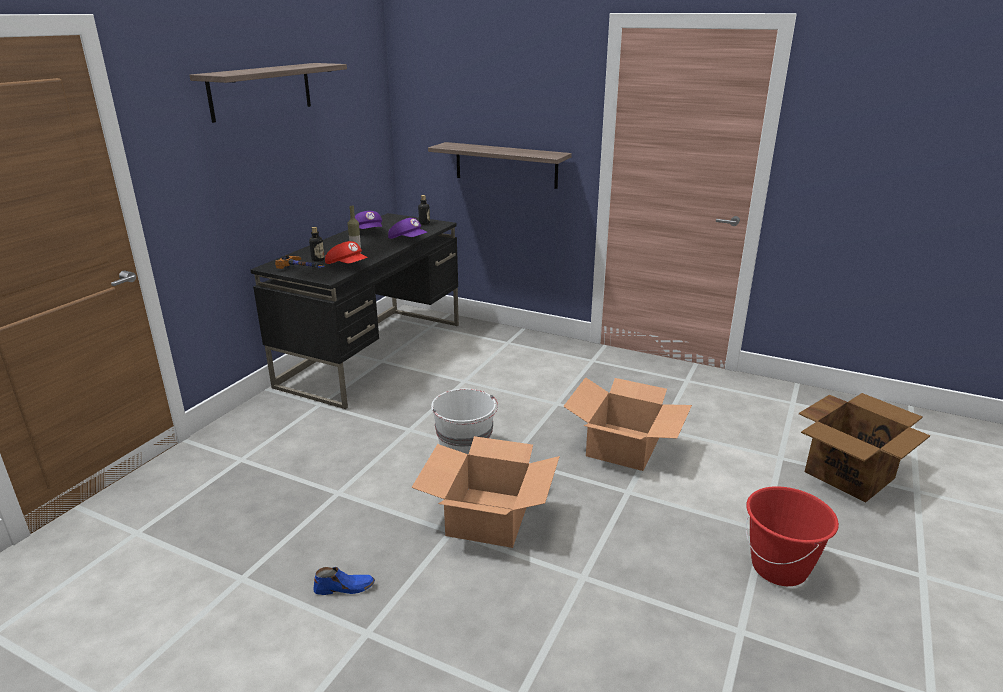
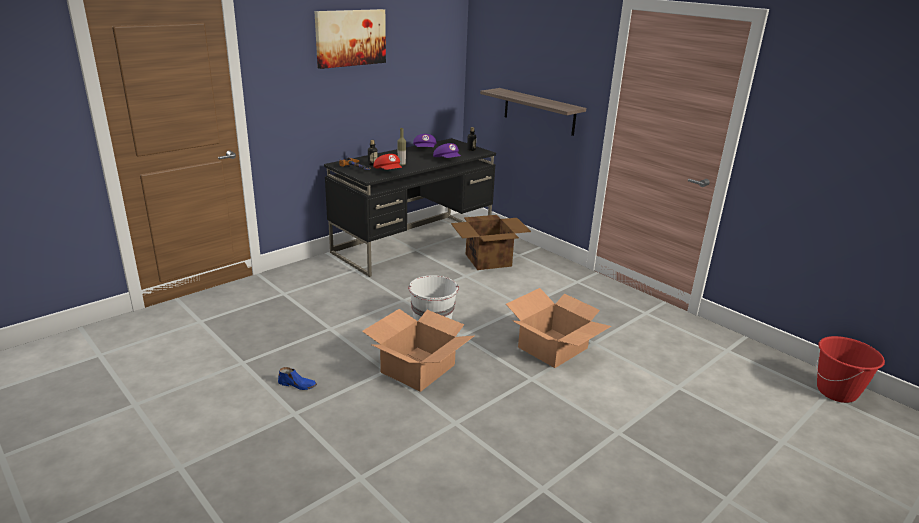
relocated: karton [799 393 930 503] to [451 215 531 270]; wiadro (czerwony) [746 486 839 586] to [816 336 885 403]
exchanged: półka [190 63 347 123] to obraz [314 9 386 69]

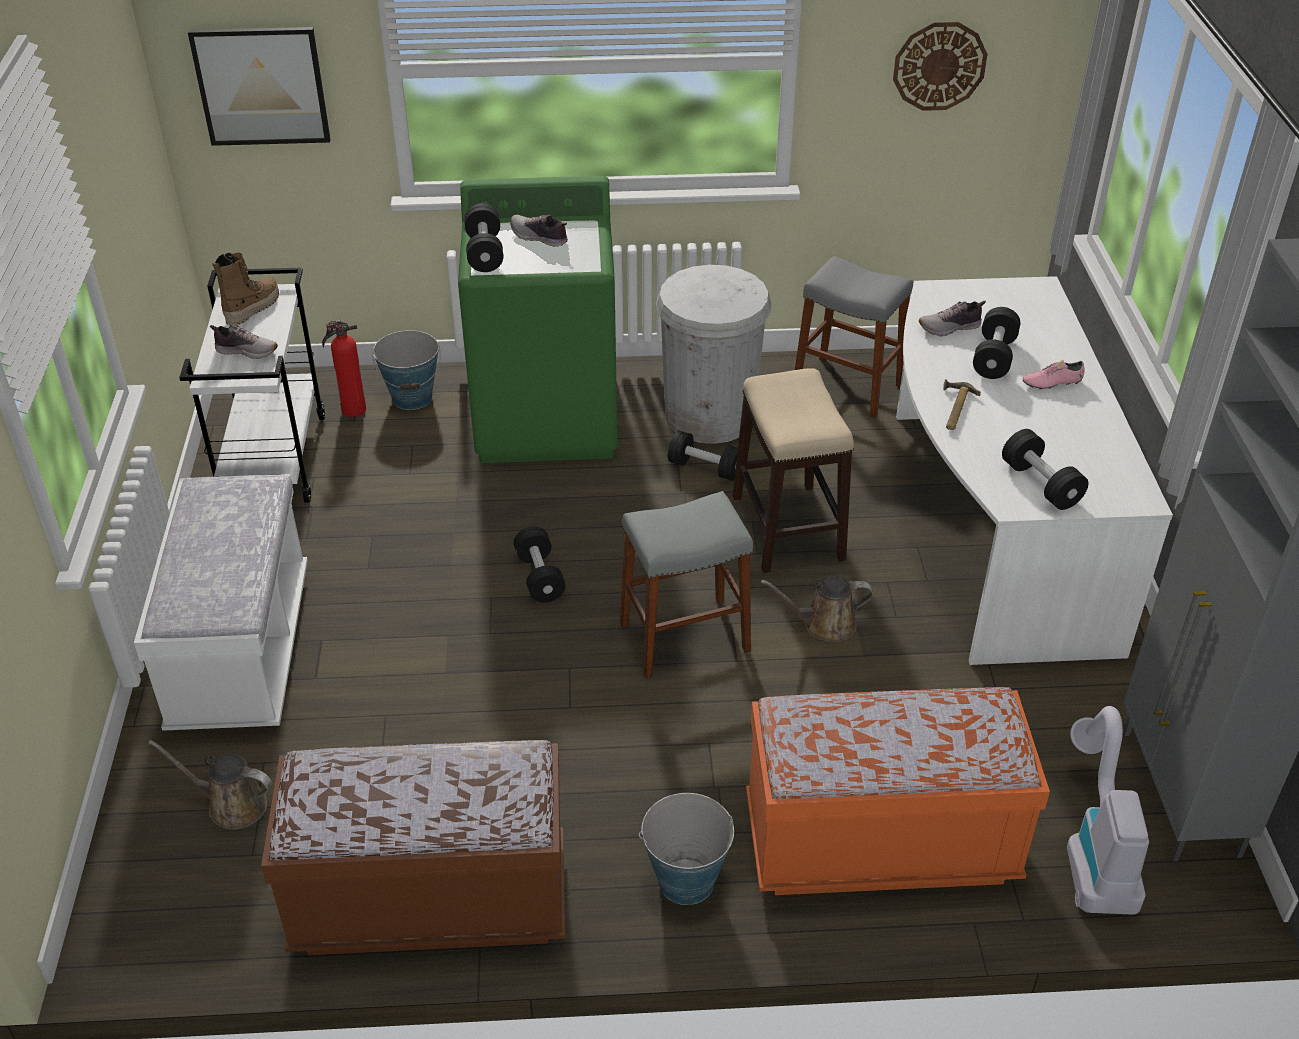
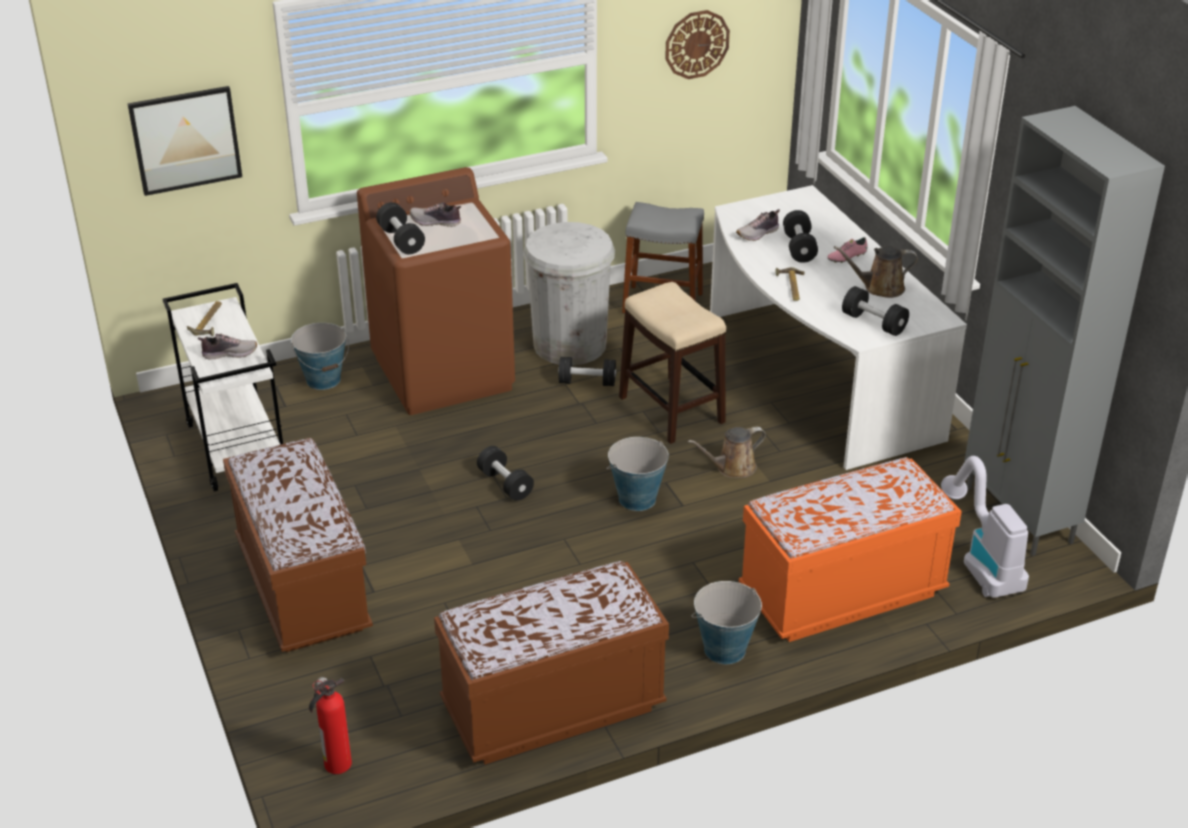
relocated: gaśnica [322 319 366 417] to [309 677 352 774]; konewka (brązowy) [148 740 272 830] to [834 246 918 298]
exchanged: but z cholewką [212 253 279 326] to młotek [187 301 222 336]; stołek (szary) [620 491 753 678] to wiadro [606 437 669 511]
colour: ławka (biały) [134 474 308 731] to ławka (brązowy) [223 438 373 652]; pralka (zielony) [458 176 618 463] to pralka (brązowy) [357 167 515 415]

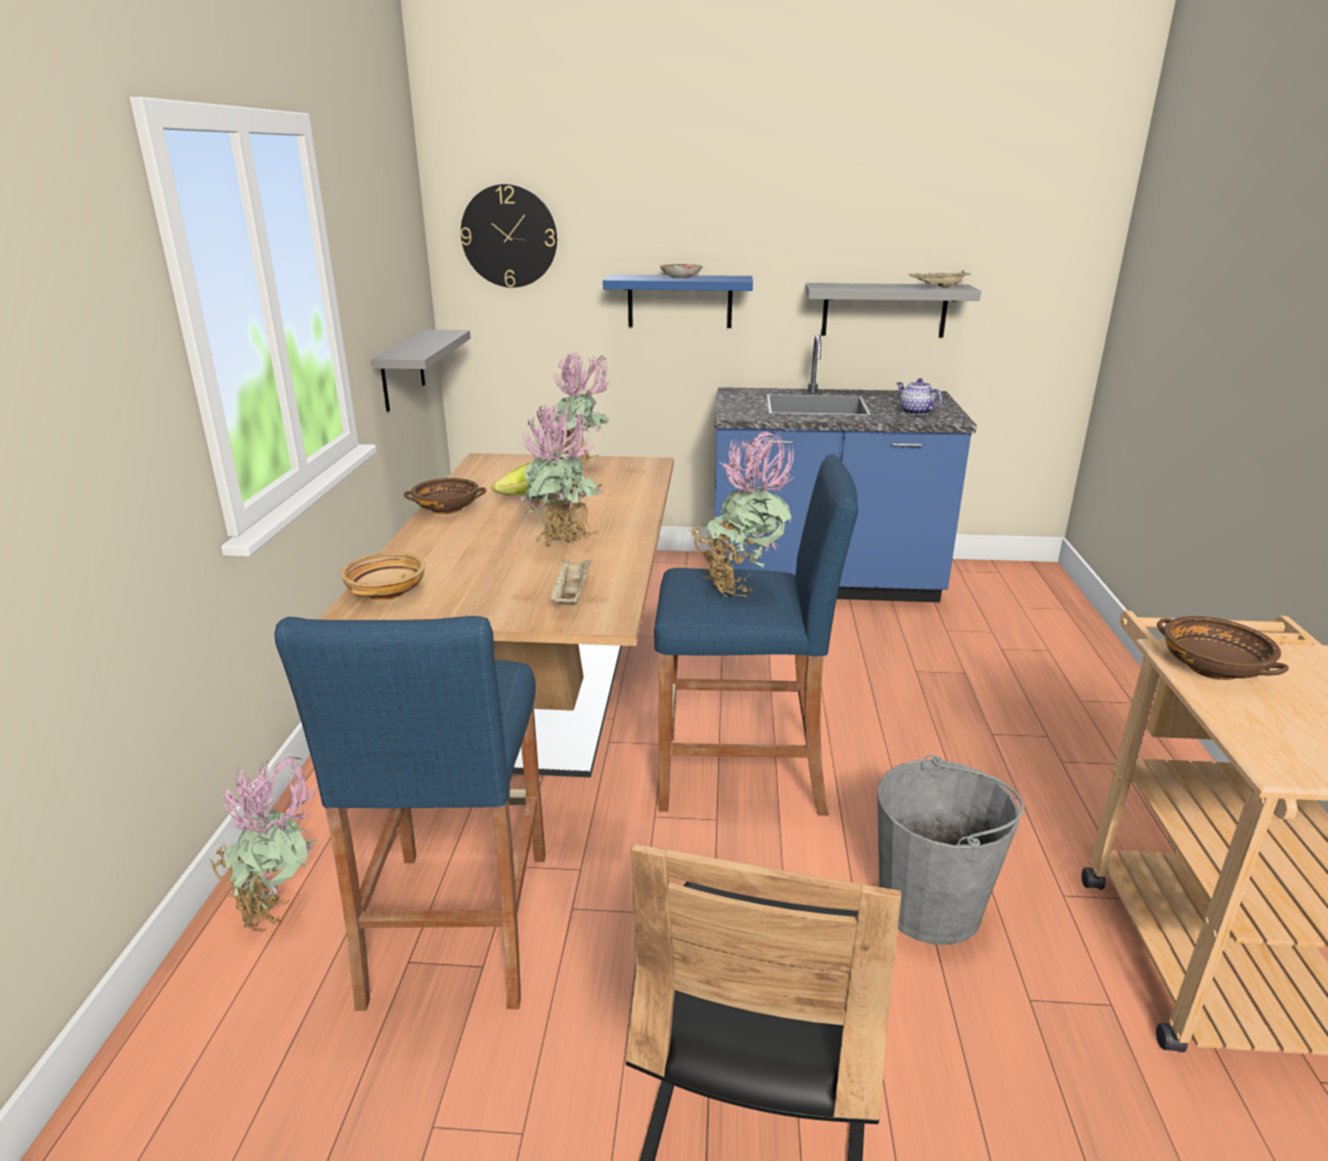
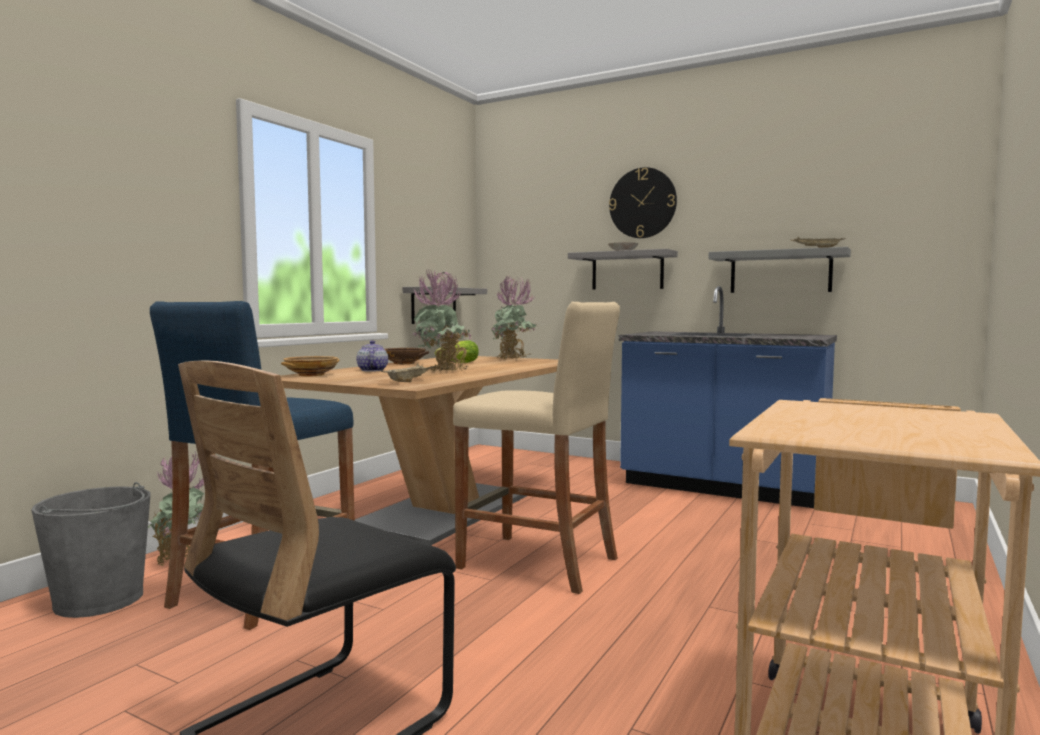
missing: roślina doniczkowa [687 430 796 597]; miska (brązowy) [1157 616 1289 680]
relocated: wiadro (szary) [877 754 1024 945] to [31 482 150 618]; imbryk [897 378 942 415] to [356 340 388 371]; zegar ścienny [460 184 557 288] to [609 167 677 238]
colour: stołek (niebieski) [654 454 858 816] to stołek (beżowy) [453 302 620 594]; półka (niebieski) [603 275 753 328] to półka (szary) [568 249 678 290]

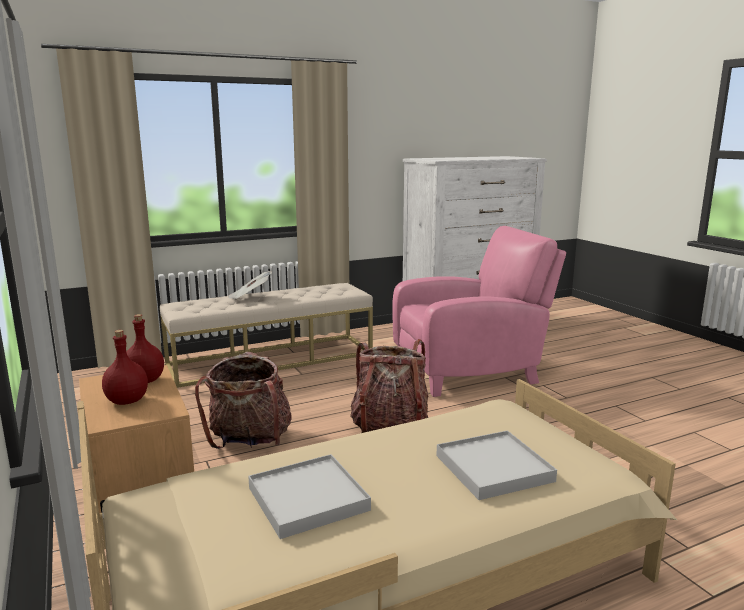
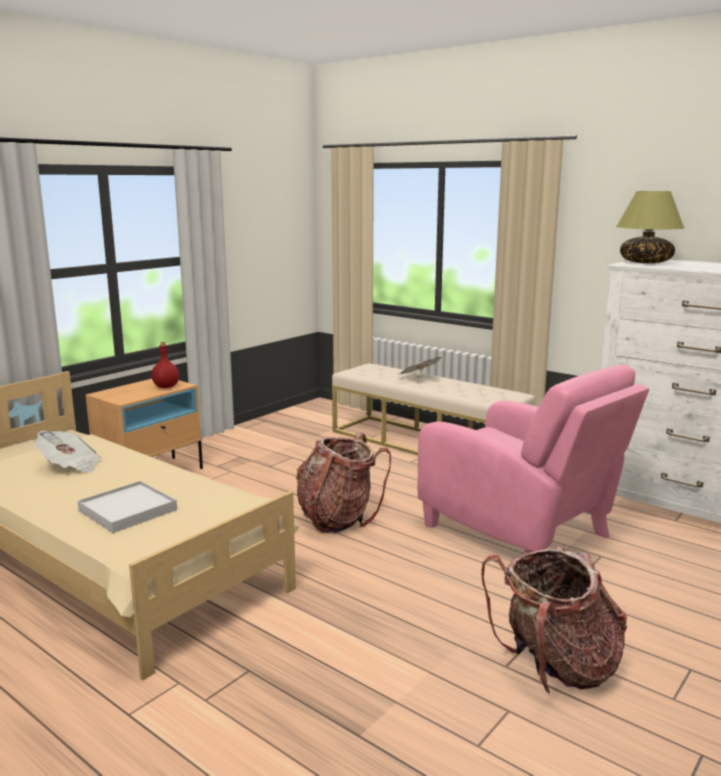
missing: butelka (czerwony) [102 330 148 405]
appeared: lampa stołowa [616 191 684 263]
relocated: plecak [195 352 292 449] to [481 546 627 694]
exchanged: taca (biały) [248 454 371 539] to gazeta [34 431 101 473]

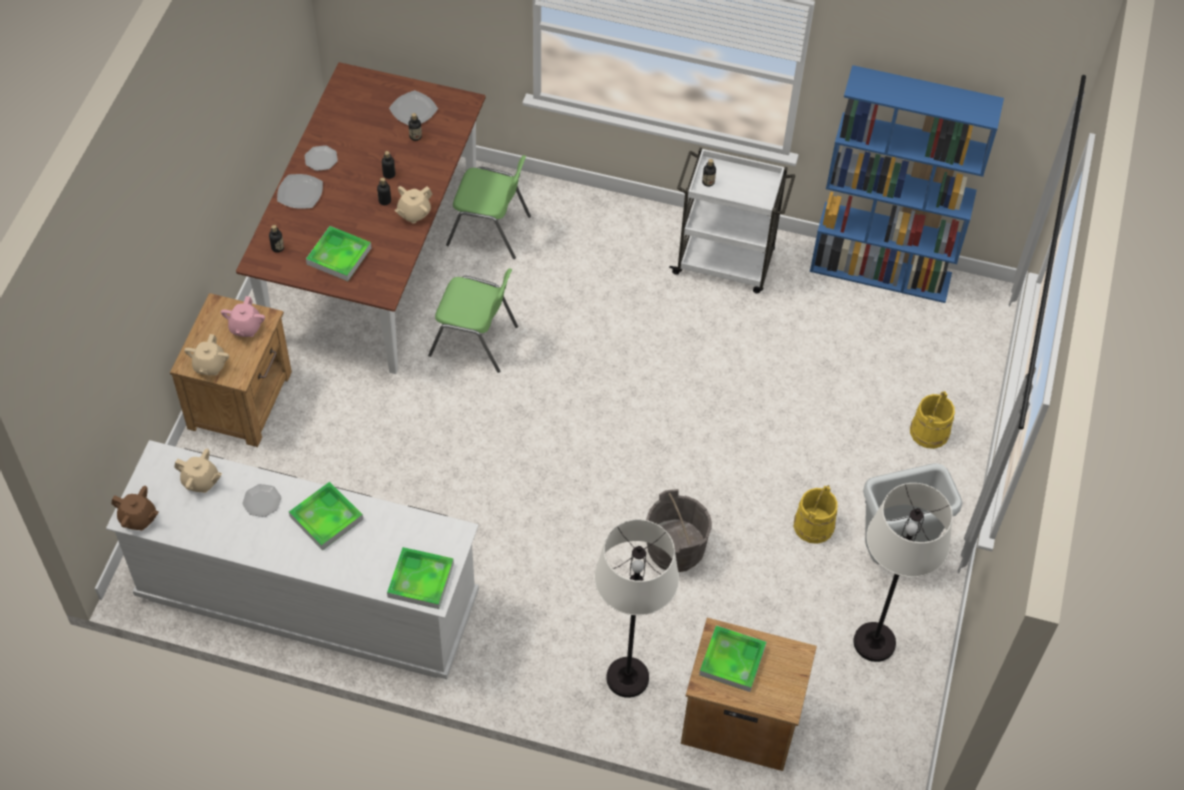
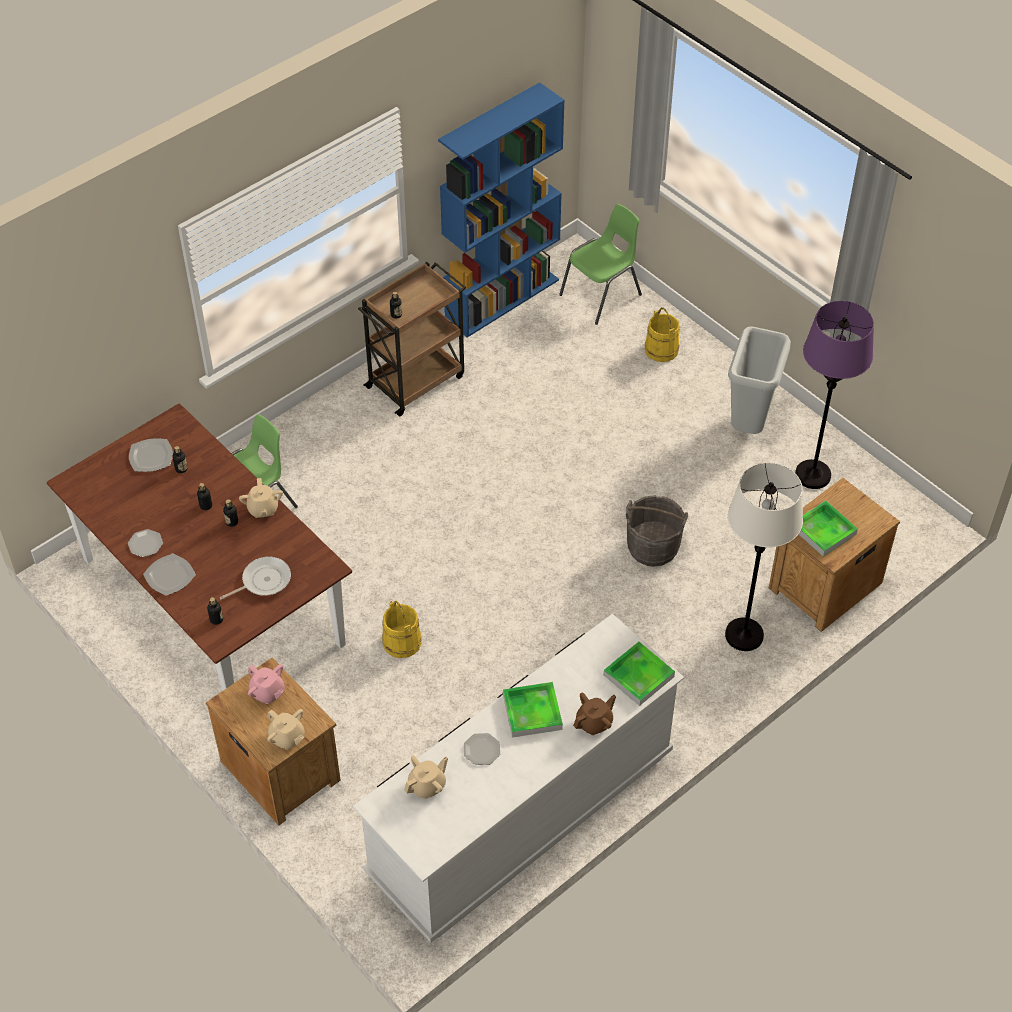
relocated: wiadro (żółty) [794 485 838 544] to [382 601 422 658]; krzesło (zielony) [428 268 518 373] to [559 204 642 325]; imbryk (brązowy) [111 486 159 530] to [573 693 616 735]
exchanged: taca [306 226 371 281] to patelnia [220 556 291 600]
colour: wózek (biały) [669 147 795 294] to wózek (brązowy) [358 262 466 416]; lampa stojąca (biały) [853 483 953 662] to lampa stojąca (fioletowy) [795 301 874 489]

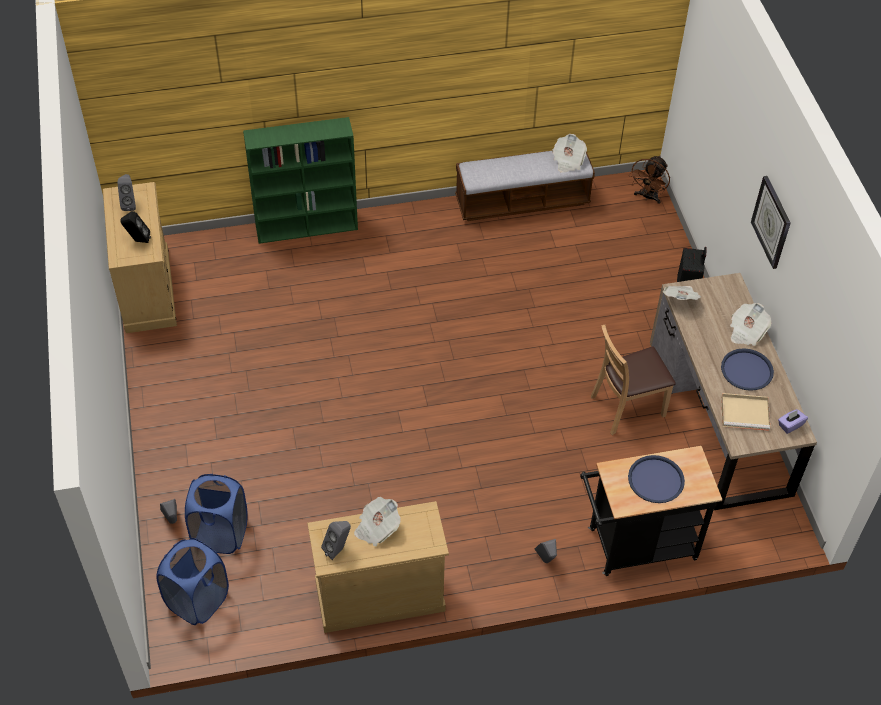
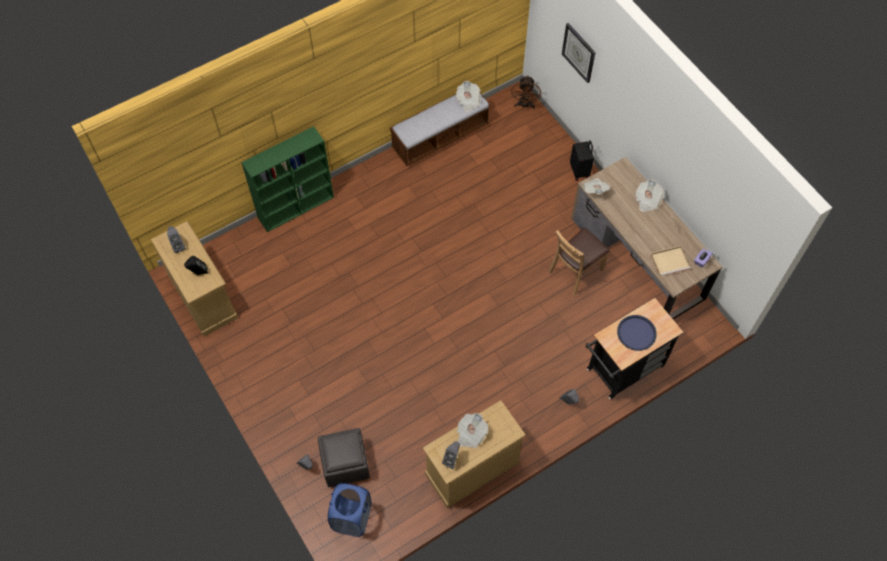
missing: taca (niebieski) [721 348 774 391]
relocated: zegar ścienny [751 176 791 269] to [562 23 596 83]
exchanged: kosz na pranie (niebieski) [185 474 247 554] to pufa (szary) [318 428 369 487]

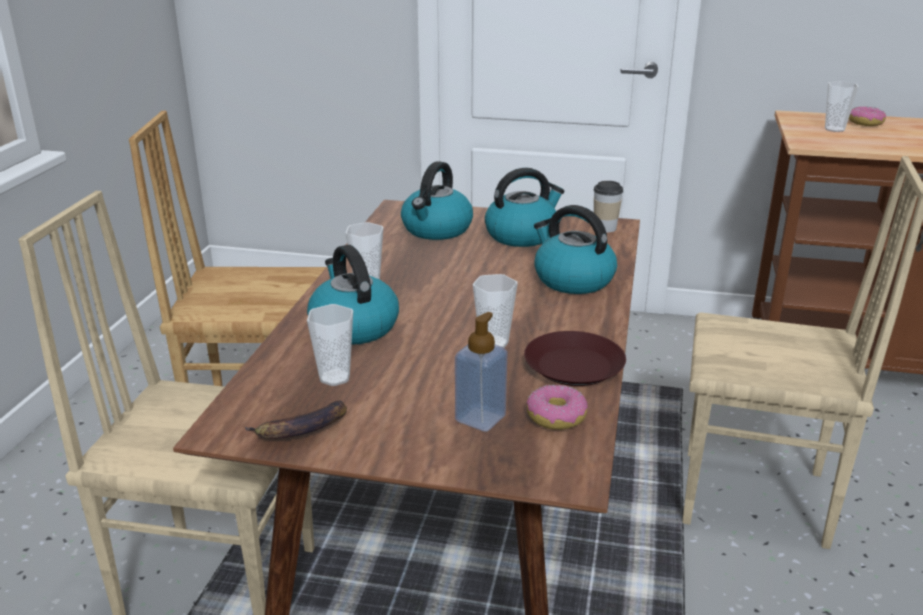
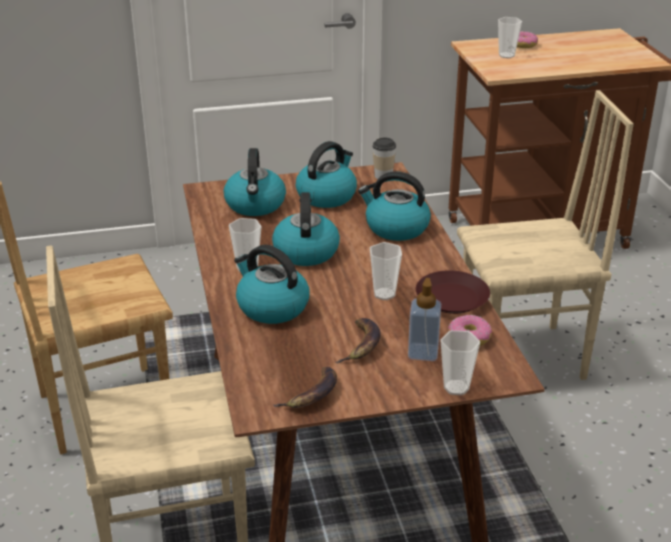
appeared: czajnik [272 192 340 266]; banan [335 318 381 363]
relocated: filiżanka [307 304 353 386] to [440 330 480 395]

